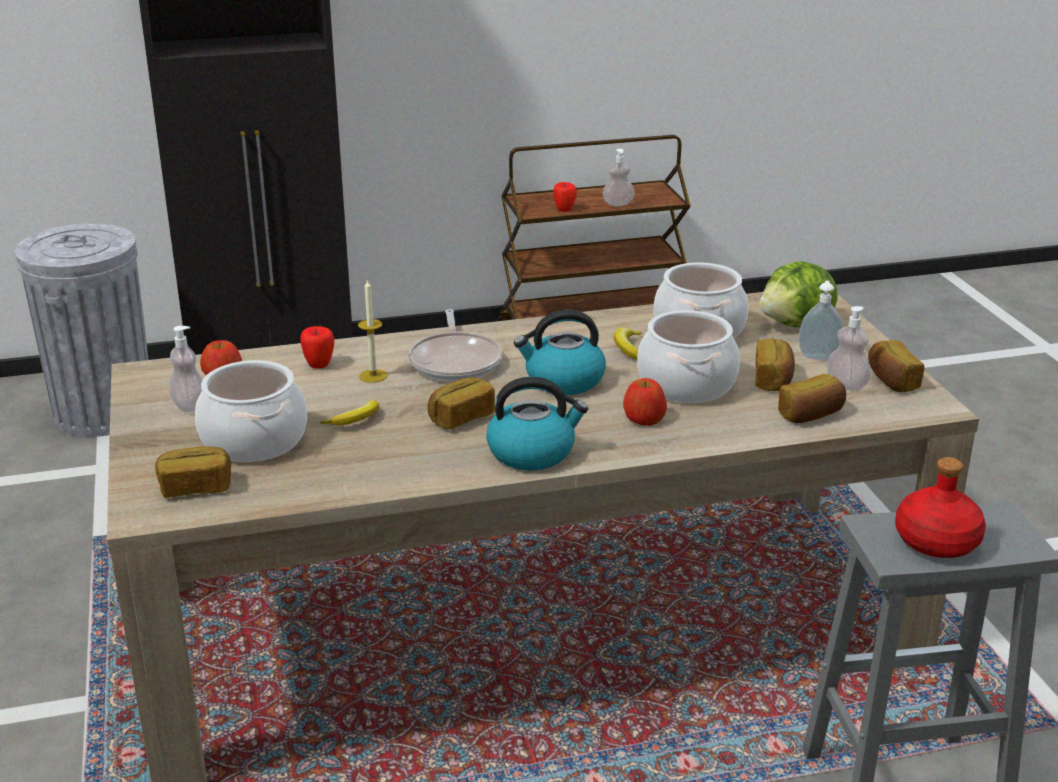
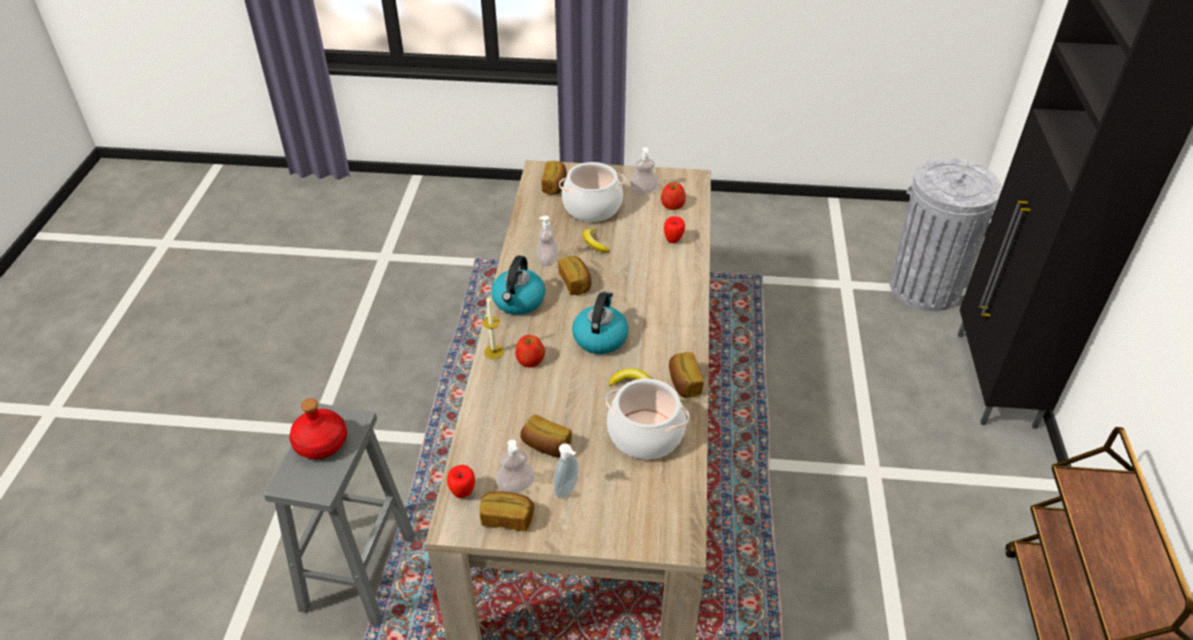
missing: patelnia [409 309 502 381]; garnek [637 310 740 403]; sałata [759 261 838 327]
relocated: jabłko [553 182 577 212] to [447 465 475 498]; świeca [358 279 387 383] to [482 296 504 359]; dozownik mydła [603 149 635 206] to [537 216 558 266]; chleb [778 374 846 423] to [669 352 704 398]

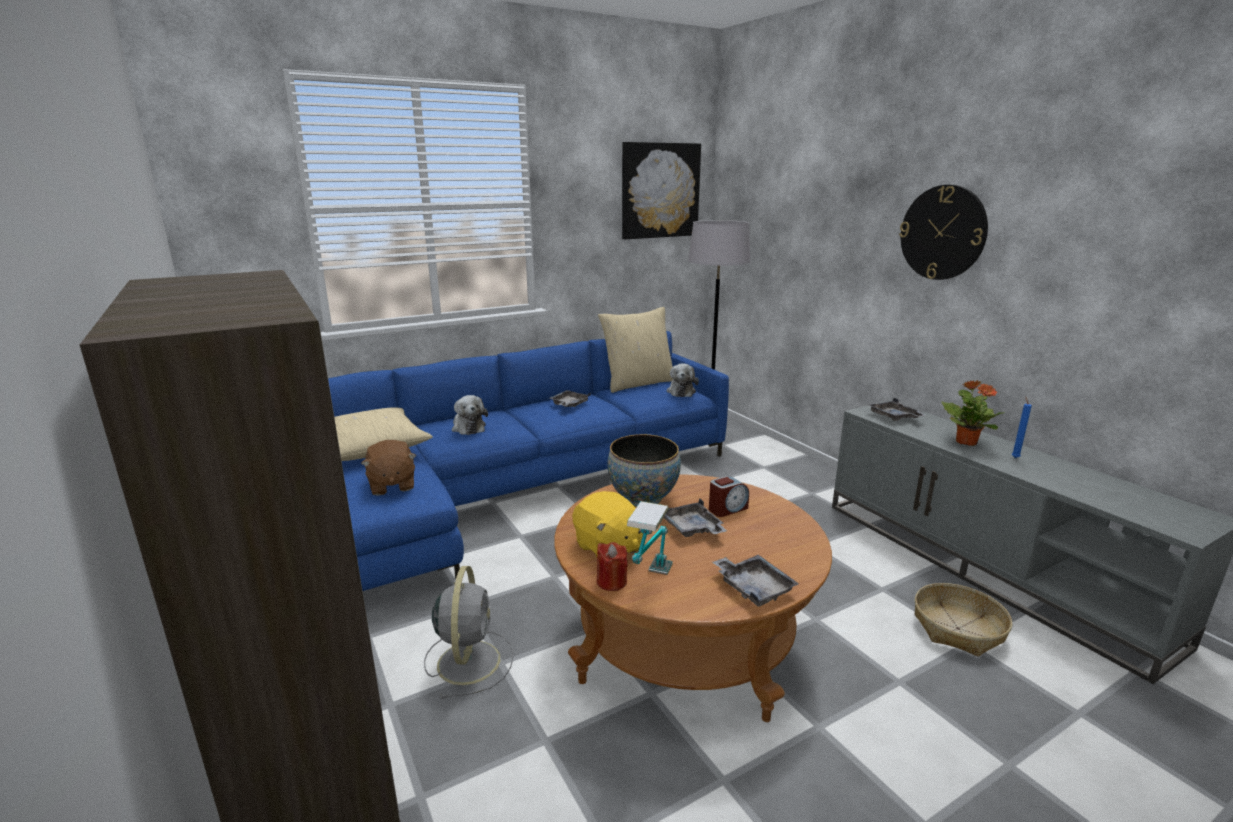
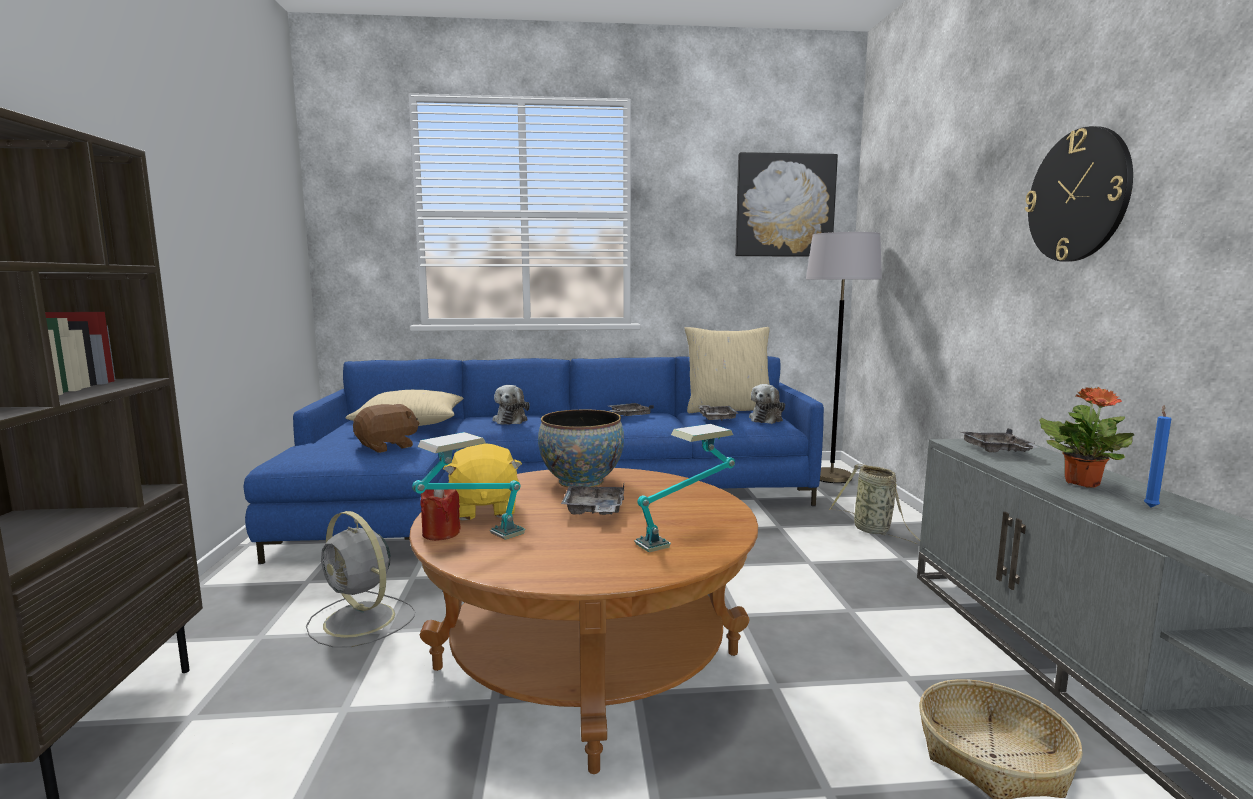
missing: budzik [709 476 749 517]
appeared: lampa stołowa [634 424 735 553]; koszyk [829 464 920 544]
relocated: taca (szary) [713 555 799 607] to [698 405 739 421]
spun: wentylator (szary) [424 566 514 699] = [306 511 415 647] 105 degrees clockwise; pluszak (brązowy) [361 440 416 496] = [353 404 419 453] 135 degrees counterclockwise

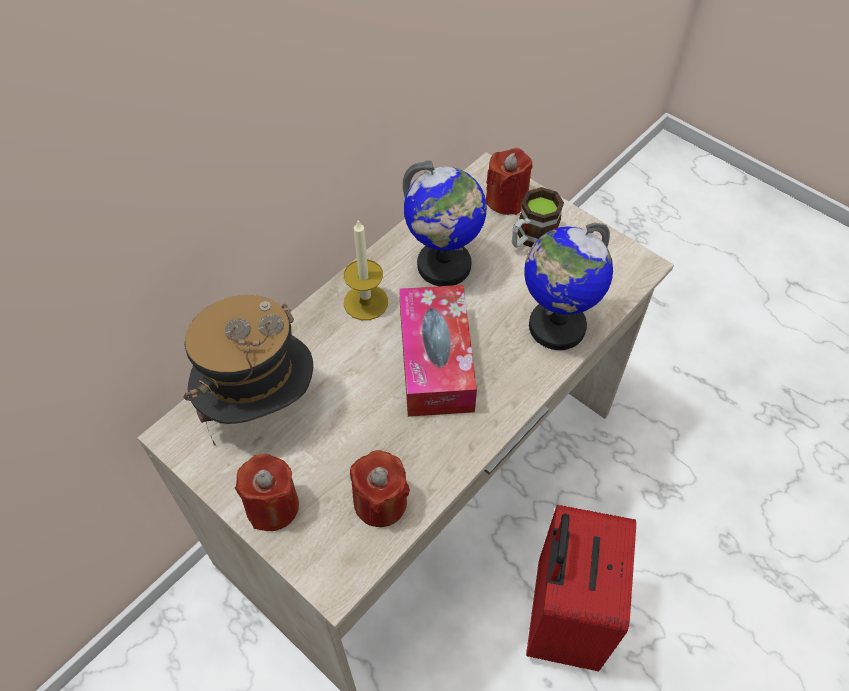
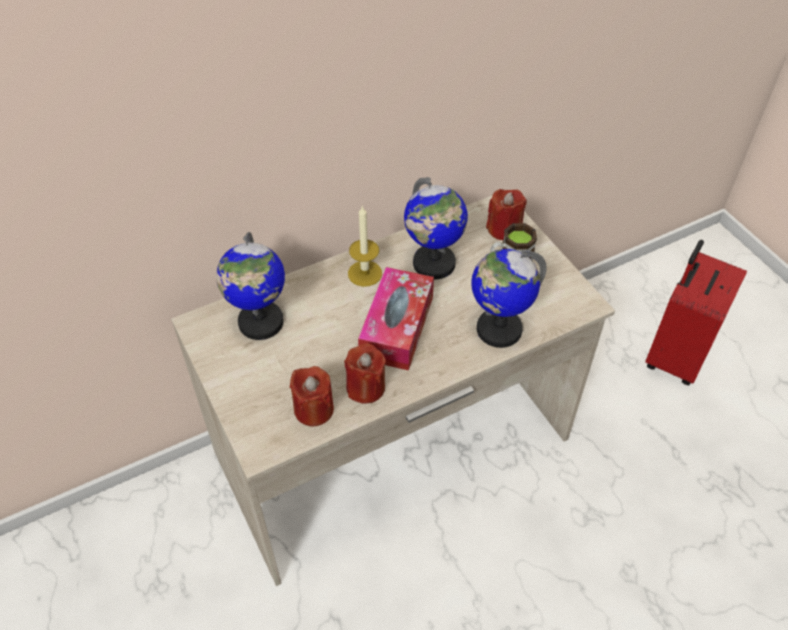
relocated: świeca (czerwony) [235 454 299 531] to [344 343 386 404]; walizka (czerwony) [526 505 636 672] to [645 240 747 385]
exchanged: kapelusz [184 295 313 446] to globus [216 232 285 340]

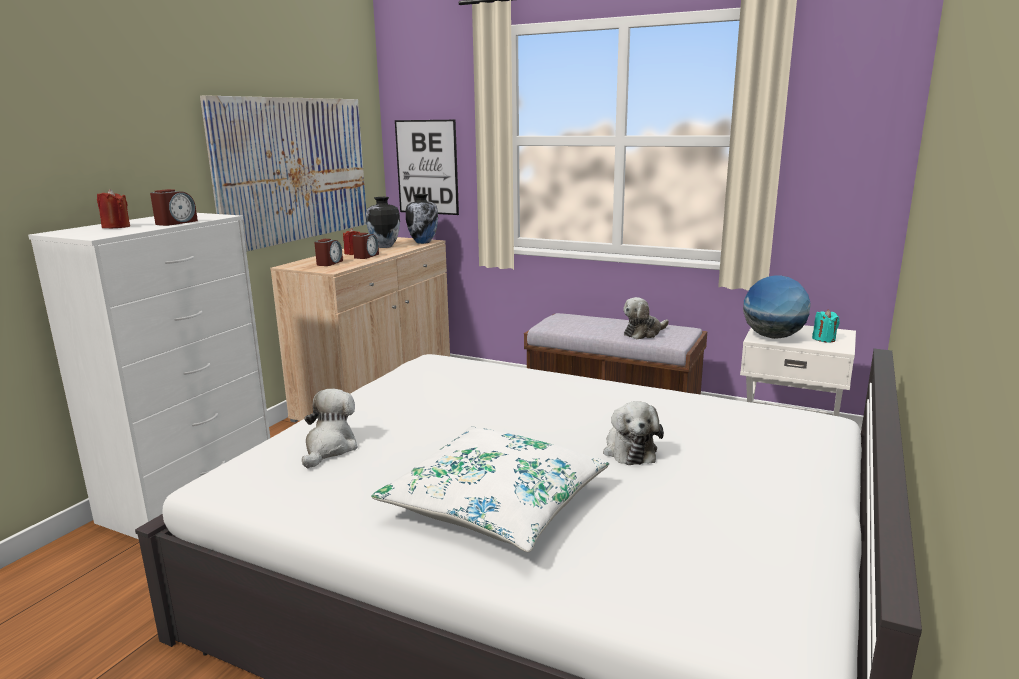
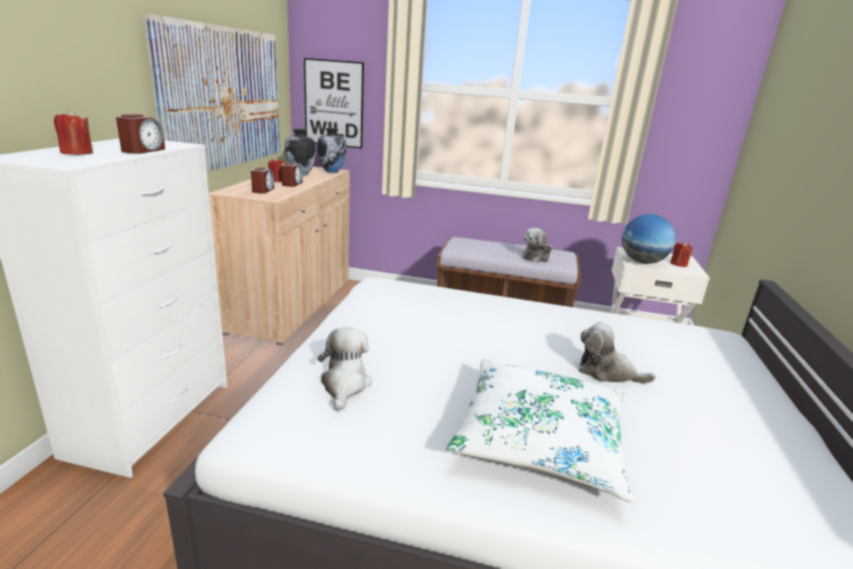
colour: świeca (turkusowy) [812 309 840 343] to świeca (czerwony) [670 242 693 267]
spun: pluszak [603 401 664 465] = [579 322 656 383] 135 degrees clockwise

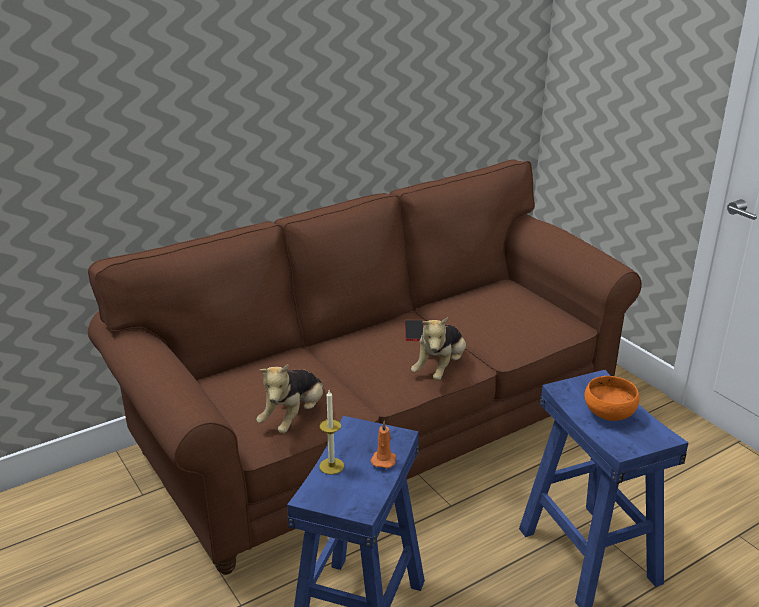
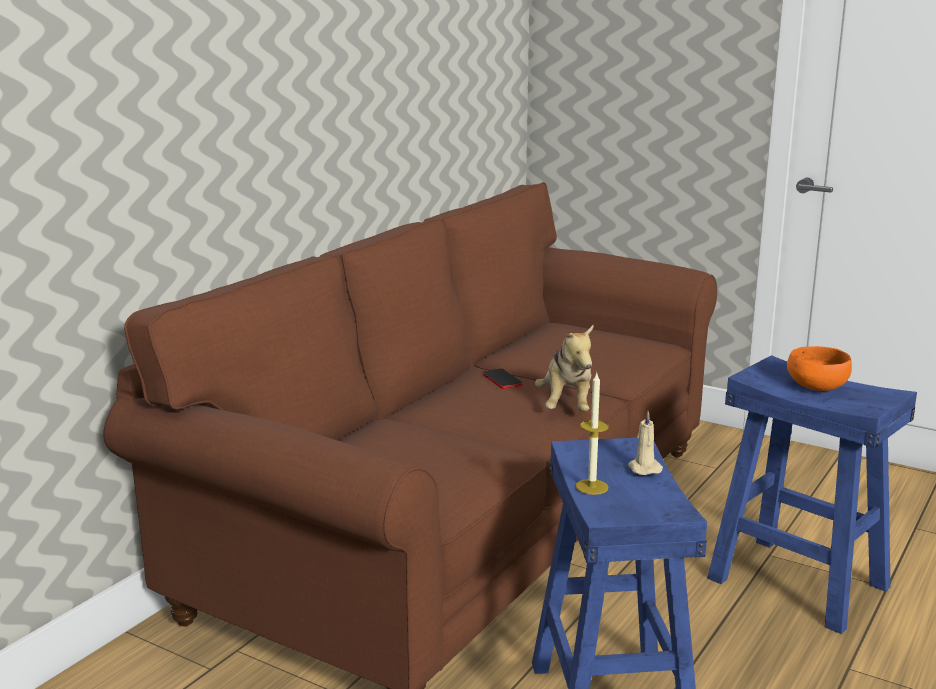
missing: pluszak [256 365 323 433]
colour: świeca (pomarańczowy) [371 421 396 468] to świeca (beżowy) [628 411 663 475]

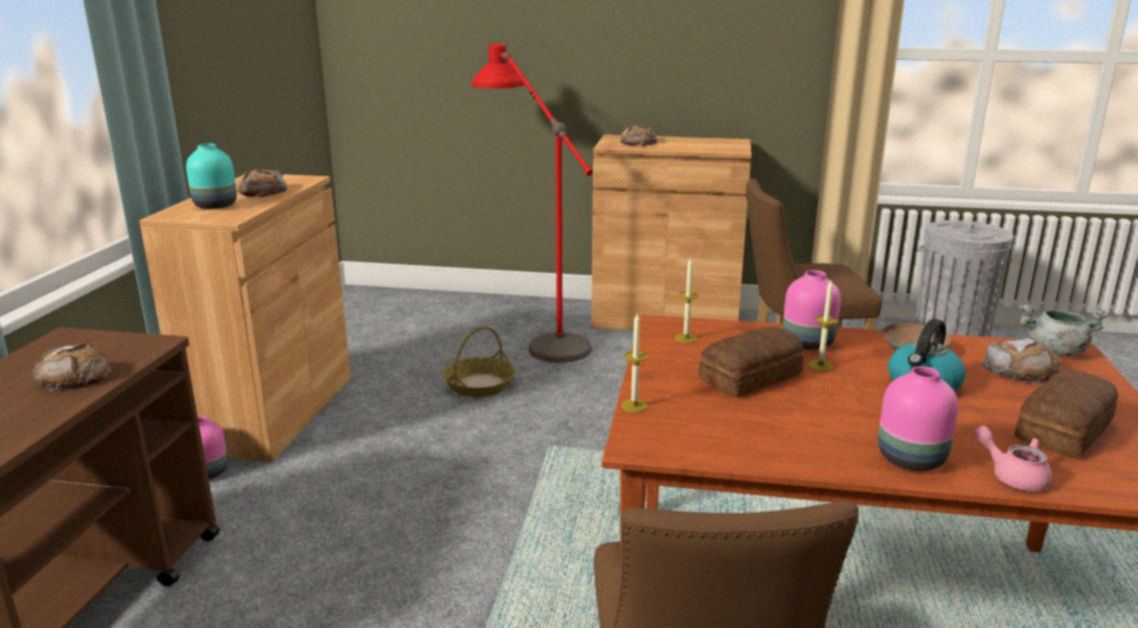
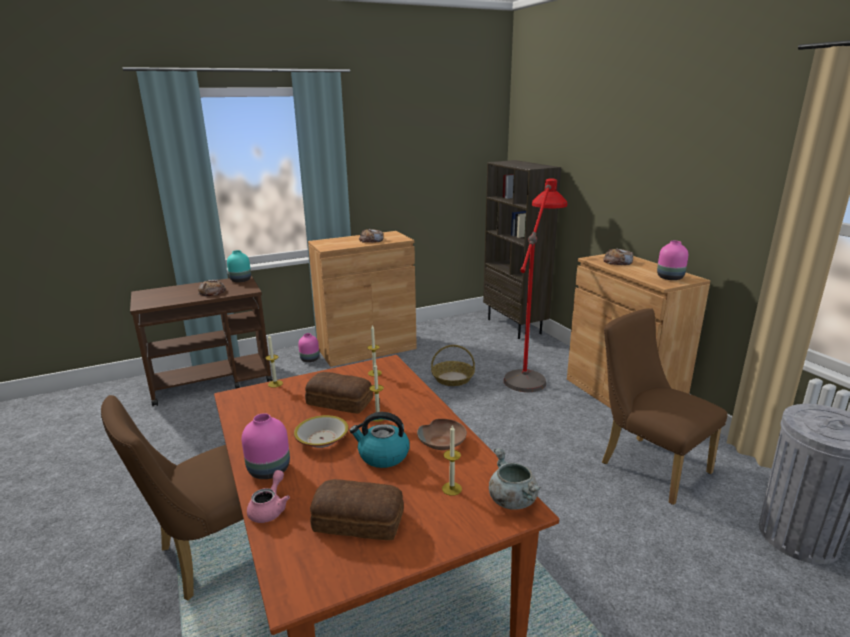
appeared: miska [294 415 349 448]; regał (brązowy) [483 160 561 339]
relocated: wazon (turkusowy) [186 144 237 209] to [227 250 251 282]; wazon (różowy) [783 270 841 350] to [657 241 688 280]
exchanged: chleb [982 338 1060 384] to świeca [442 424 462 496]

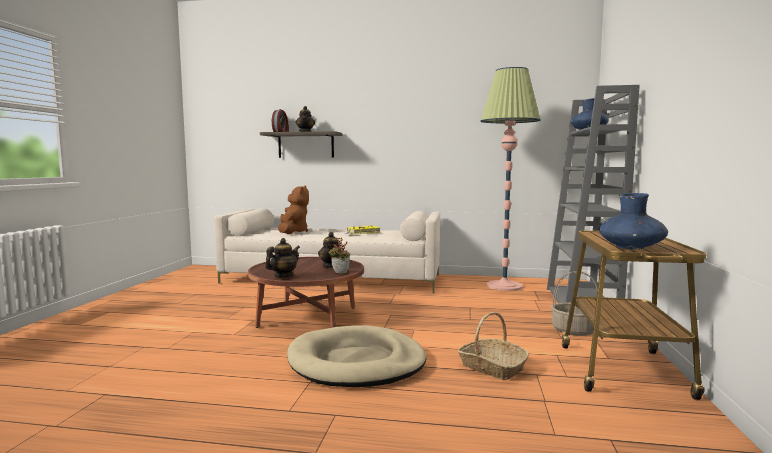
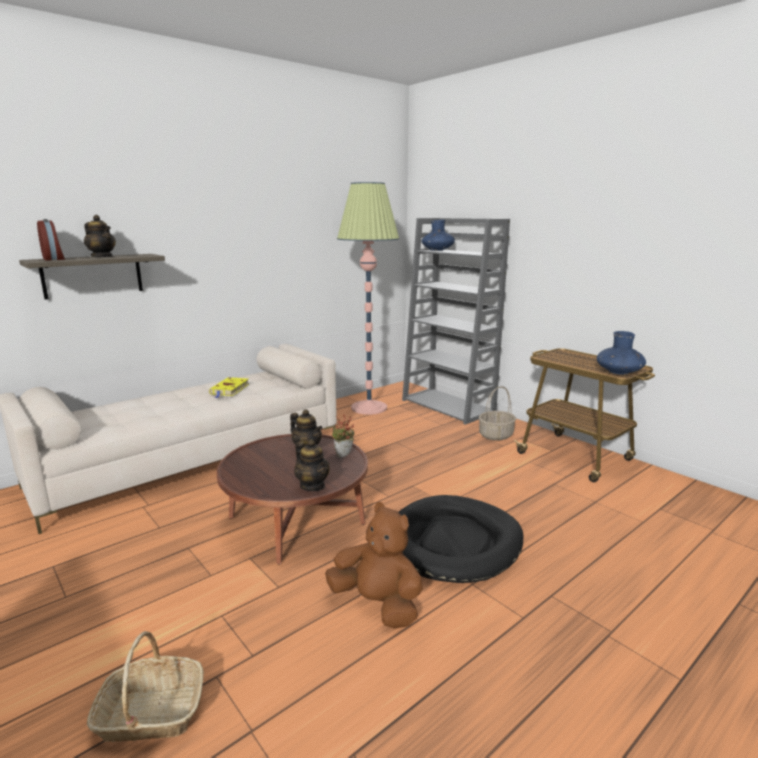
relocated: koszyk [458 312 529 380] to [87 631 204 742]; pluszak (brązowy) [278 186 309 234] to [325 502 423 629]
colour: legowisko (beżowy) [287 325 426 387] to legowisko (czarny) [398 495 524 583]
spun: imbryk [265 238 300 277] = [294 439 330 491] 150 degrees clockwise

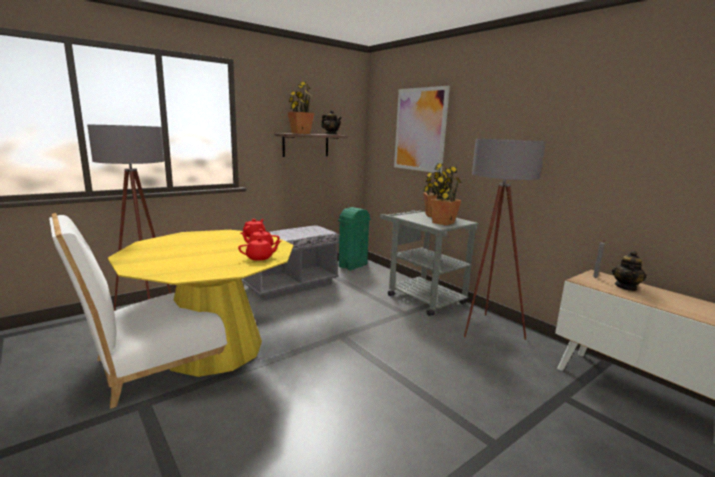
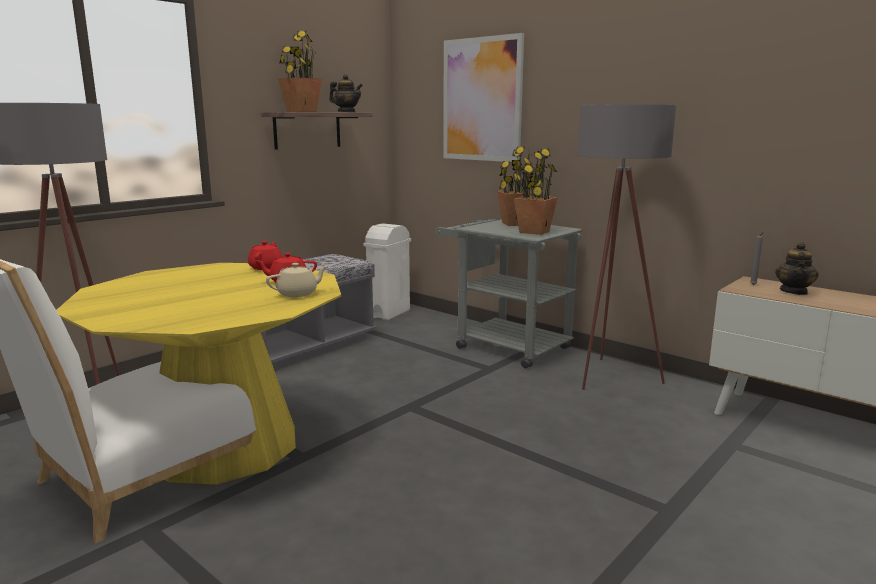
colour: imbryk (czerwony) [238 238 281 261] to imbryk (beżowy) [266 263 328 297]; kosz na śmieci (zielony) [338 207 371 271] to kosz na śmieci (biały) [364 223 411 320]

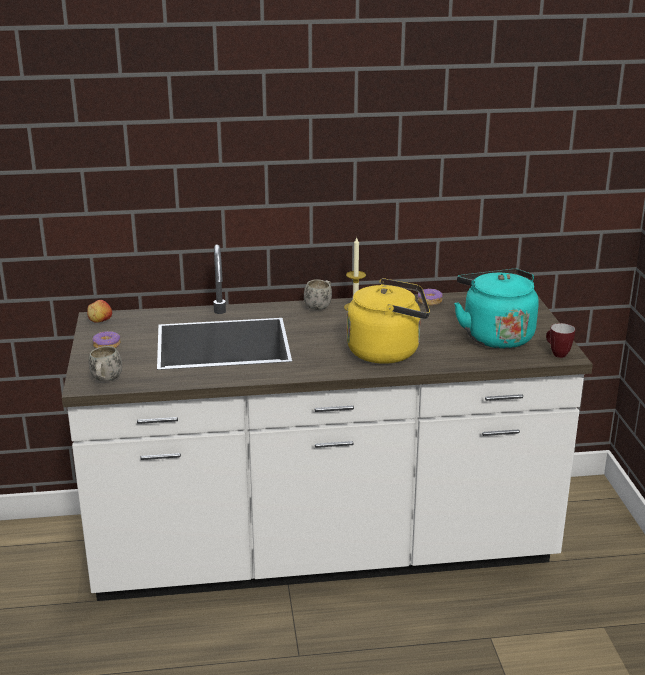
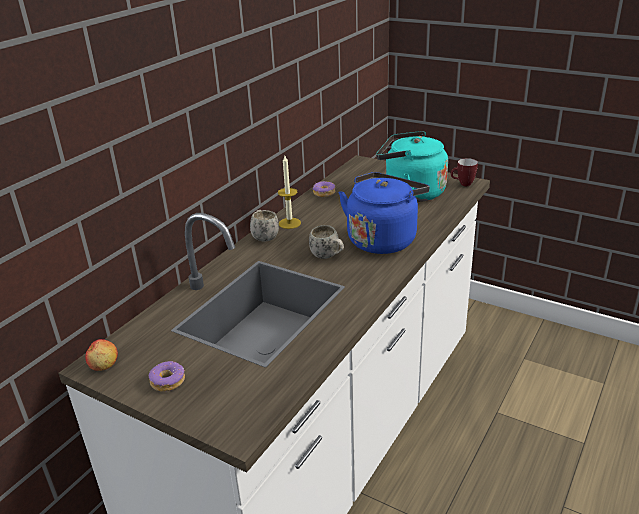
relocated: kubek (biały) [88 346 122 382] to [309 225 344 259]
colour: czajnik (żółty) [347 278 430 364] to czajnik (niebieski) [339 172 430 254]

